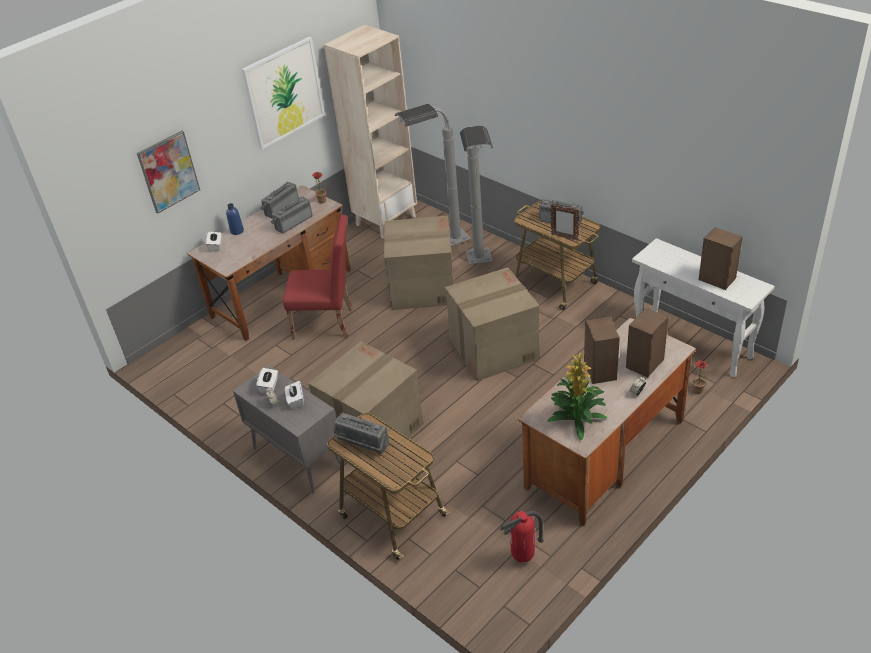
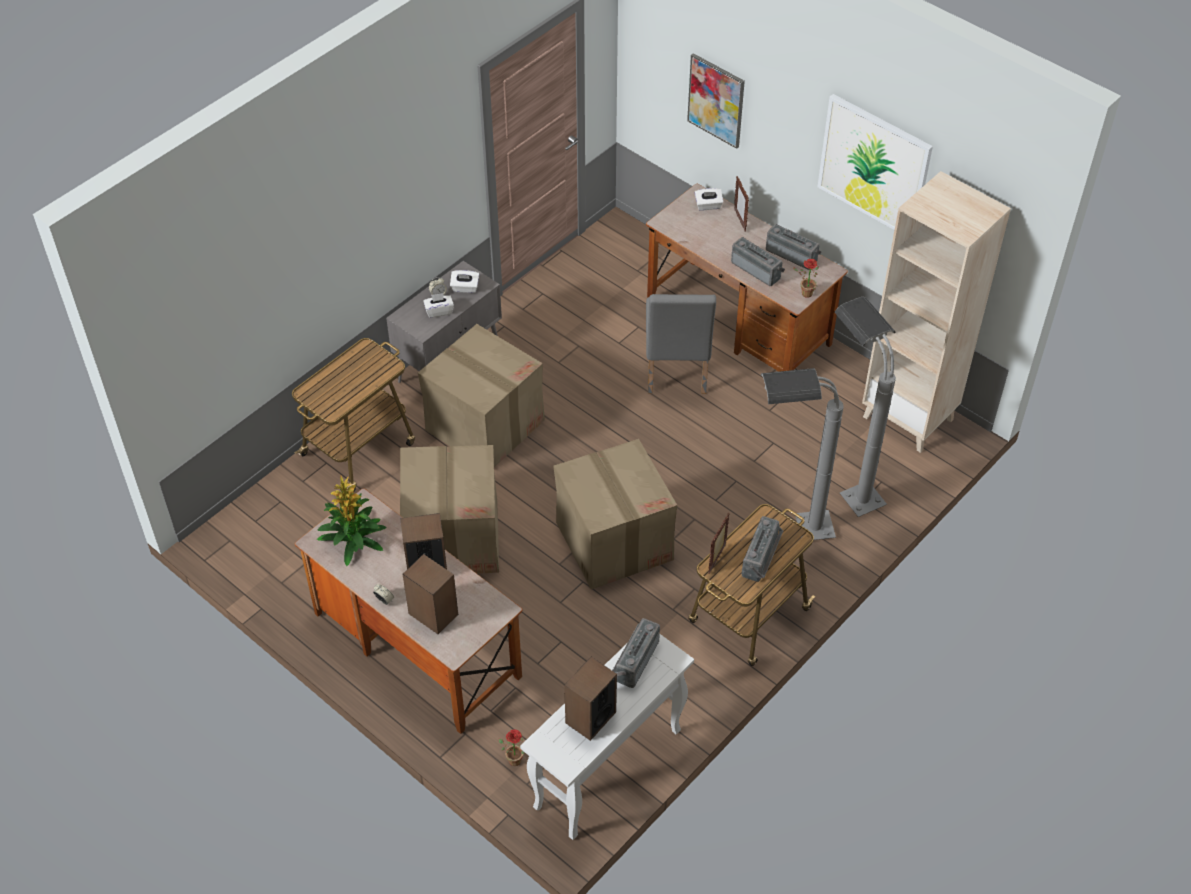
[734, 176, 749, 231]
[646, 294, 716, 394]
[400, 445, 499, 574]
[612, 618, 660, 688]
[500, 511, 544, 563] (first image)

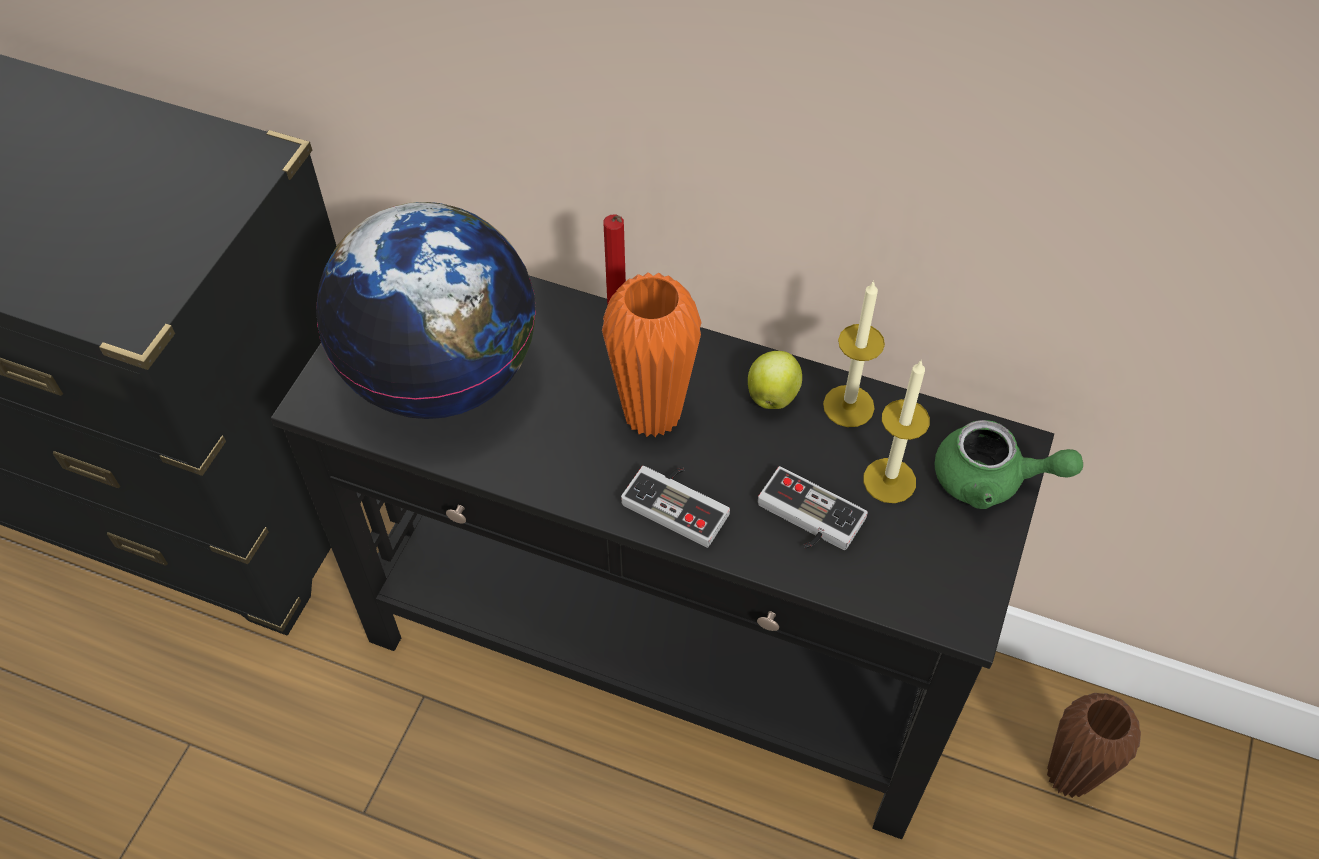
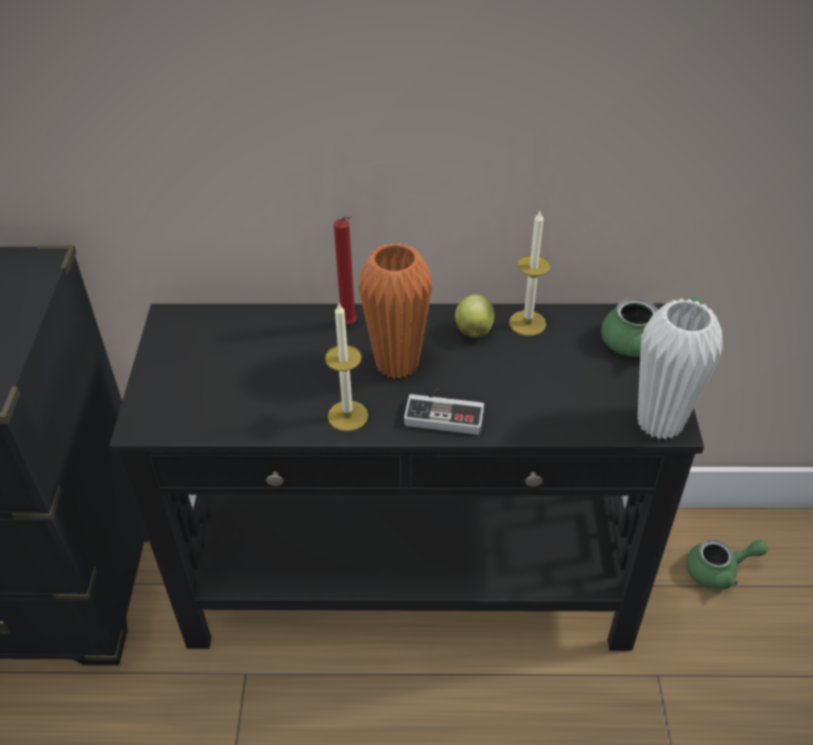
[316, 202, 536, 419] (first image)
[325, 303, 368, 431]
[758, 466, 868, 550] (first image)
[686, 539, 768, 589]
[638, 299, 723, 440]

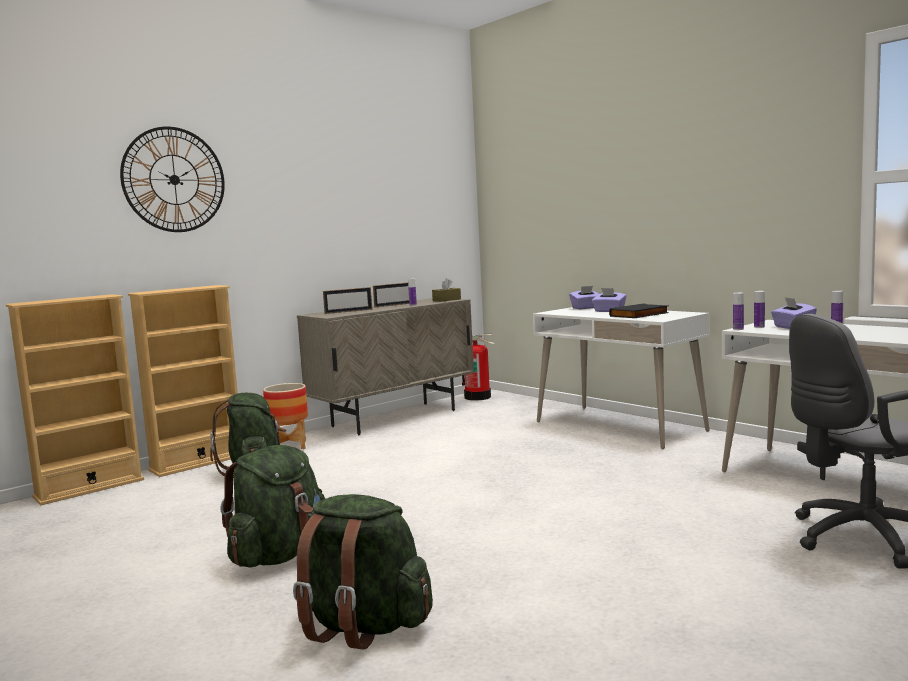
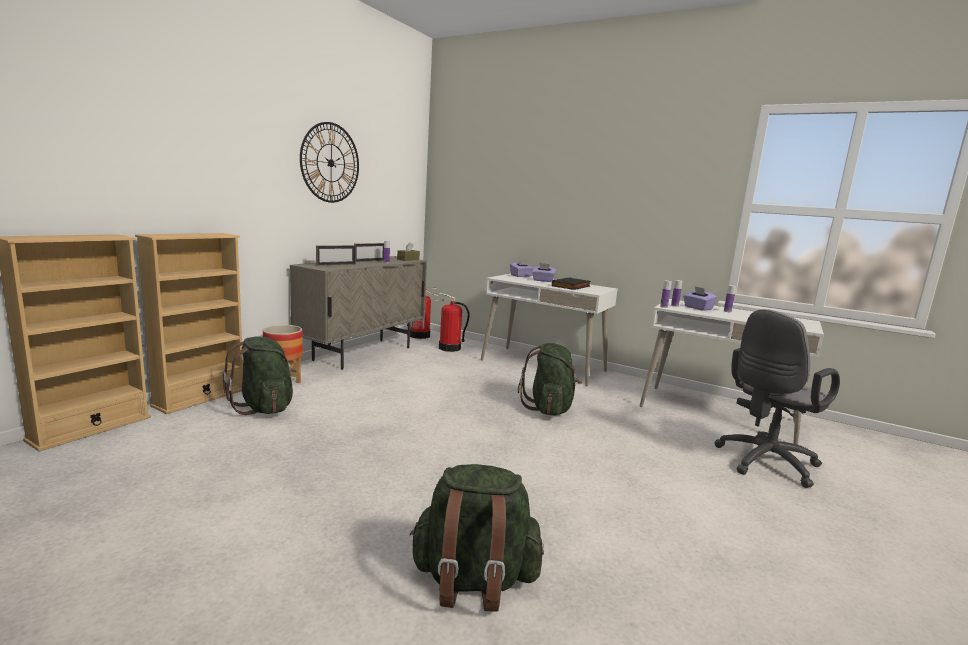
[300, 122, 359, 203]
[518, 343, 582, 415]
[434, 293, 470, 352]

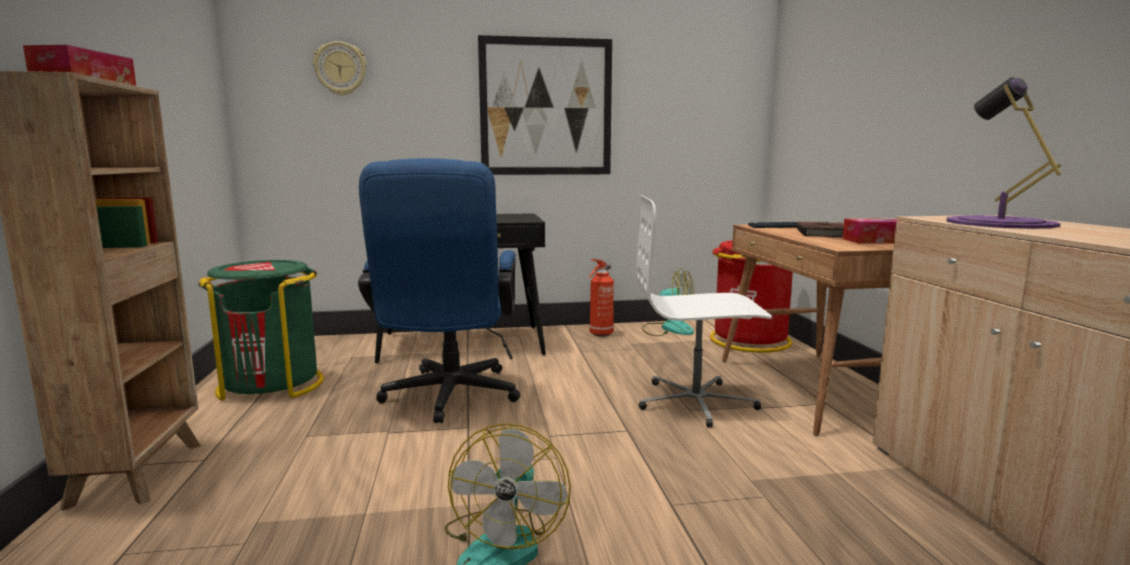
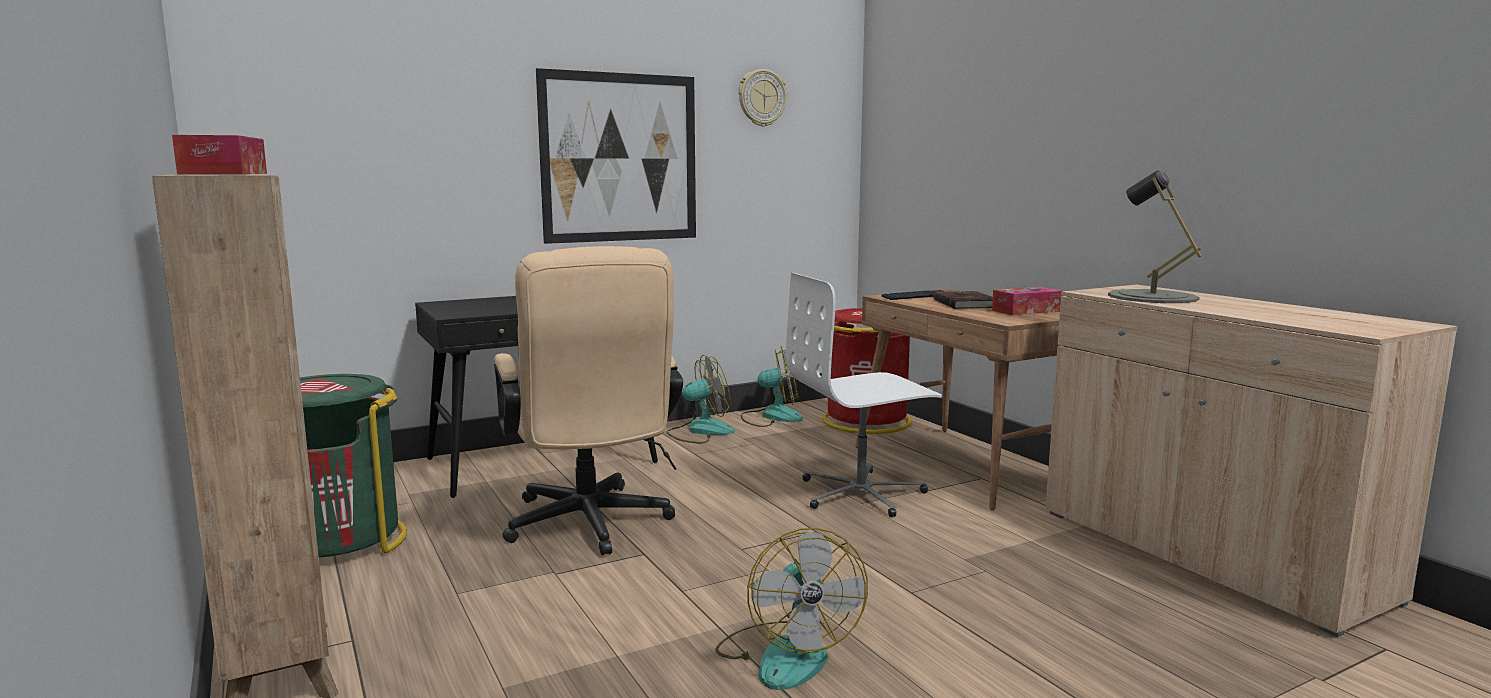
[738, 69, 787, 127]
[1108, 170, 1201, 303]
[494, 246, 683, 555]
[667, 355, 735, 443]

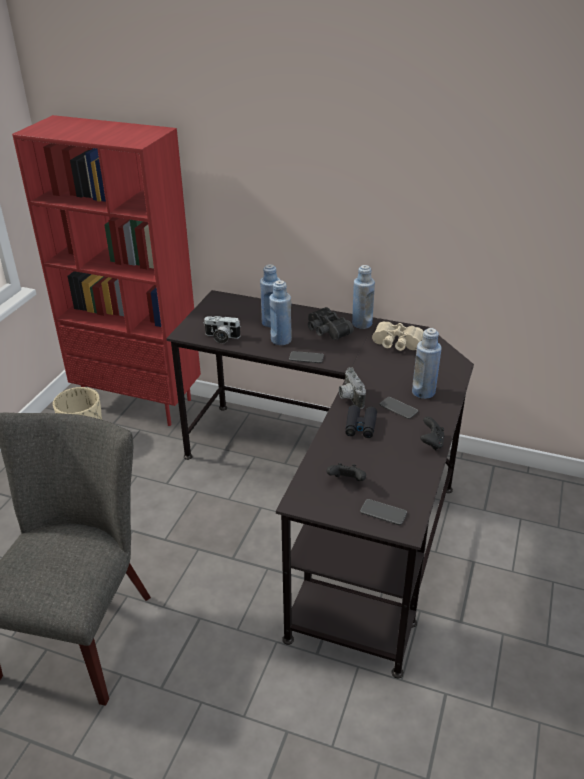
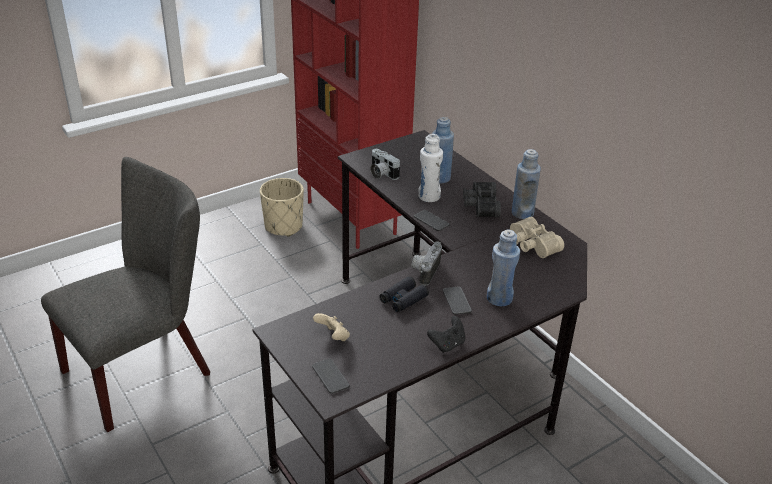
[418, 134, 443, 202]
[313, 313, 350, 341]

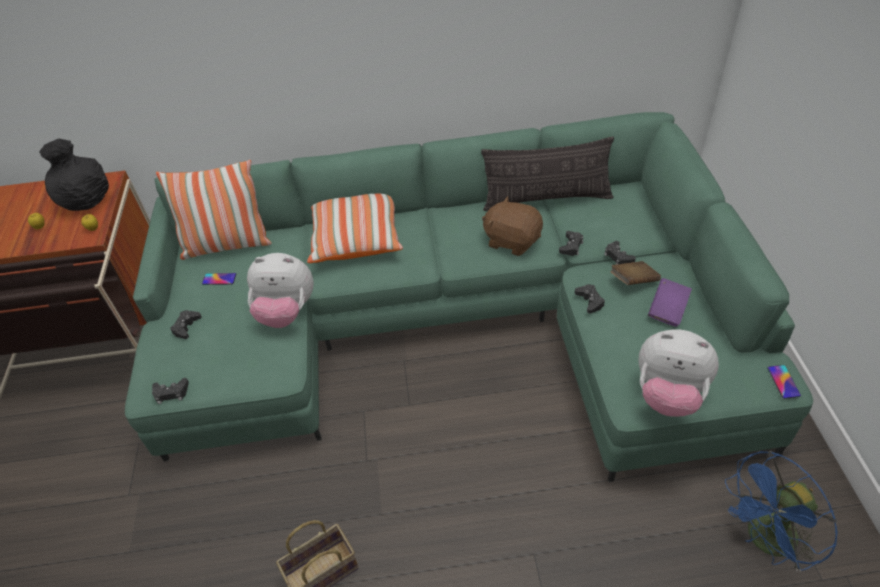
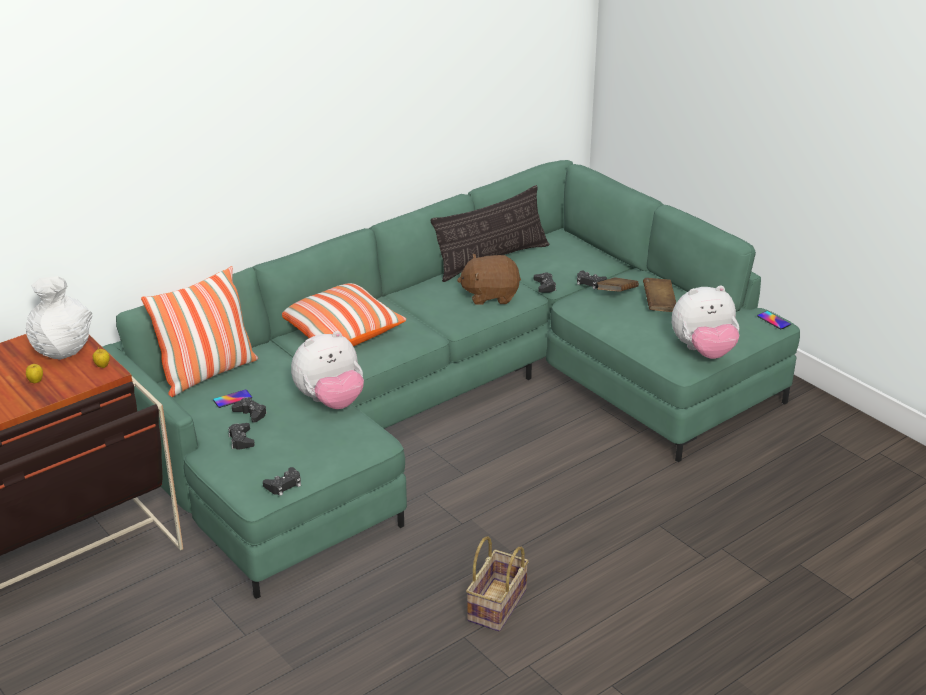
[26, 276, 92, 360]
[643, 278, 676, 312]
[232, 397, 267, 423]
[725, 451, 837, 572] (first image)

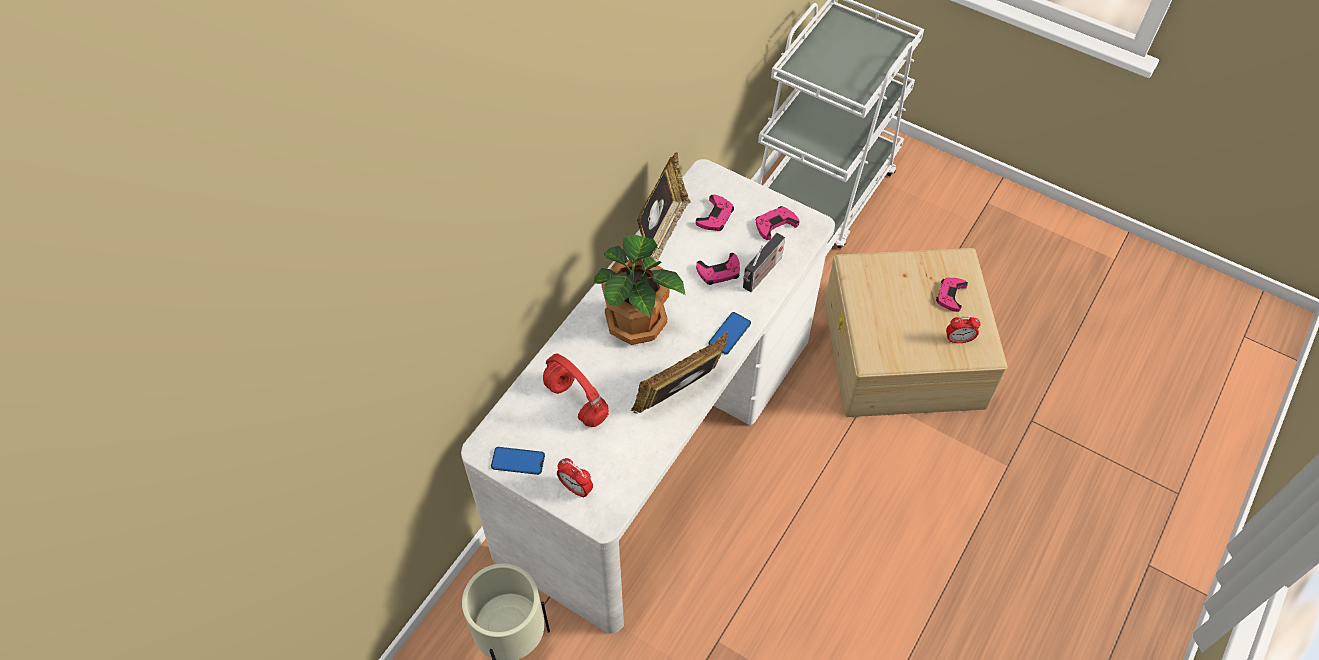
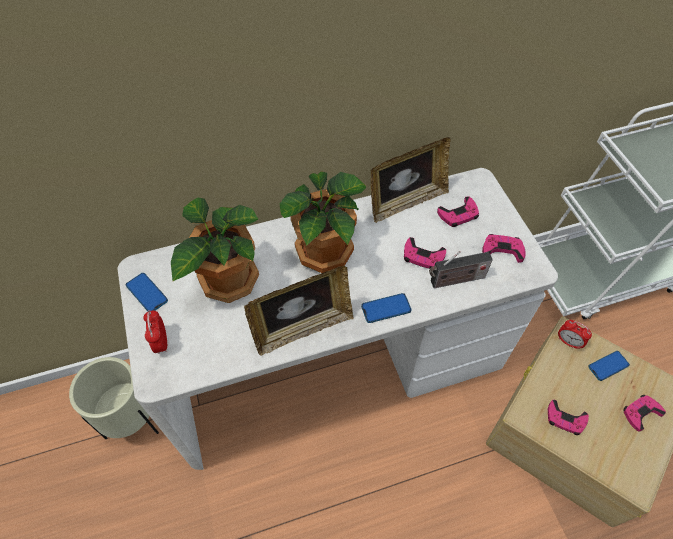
[558, 320, 592, 349]
[244, 266, 354, 356]
[171, 198, 259, 303]
[588, 351, 630, 381]
[548, 400, 589, 435]

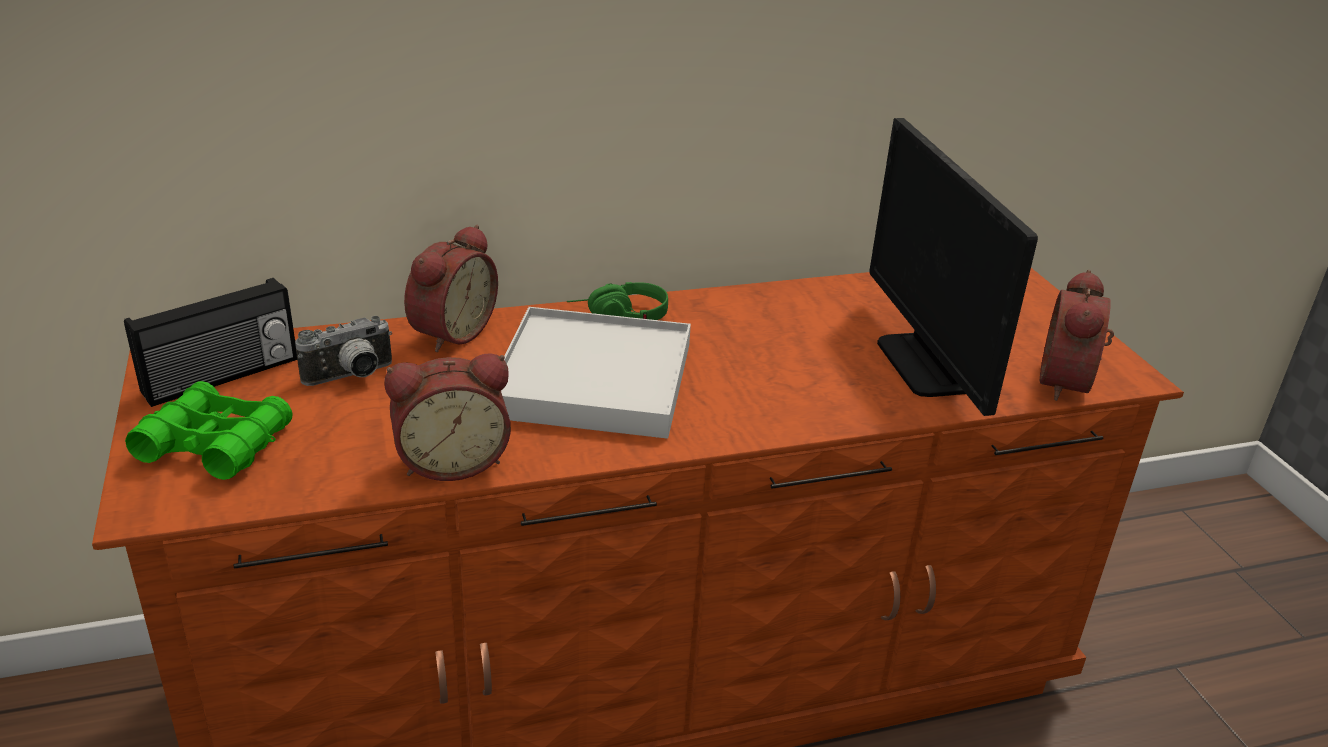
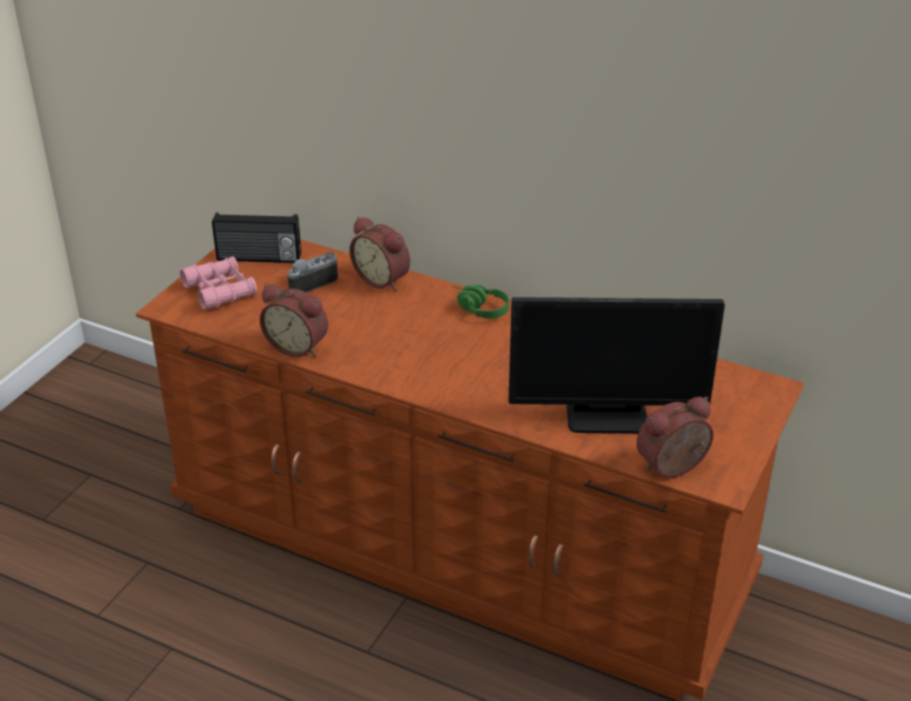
[509, 297, 725, 433]
[349, 217, 410, 291]
[501, 307, 691, 439] (first image)
[286, 252, 338, 293]
[180, 256, 257, 309]

